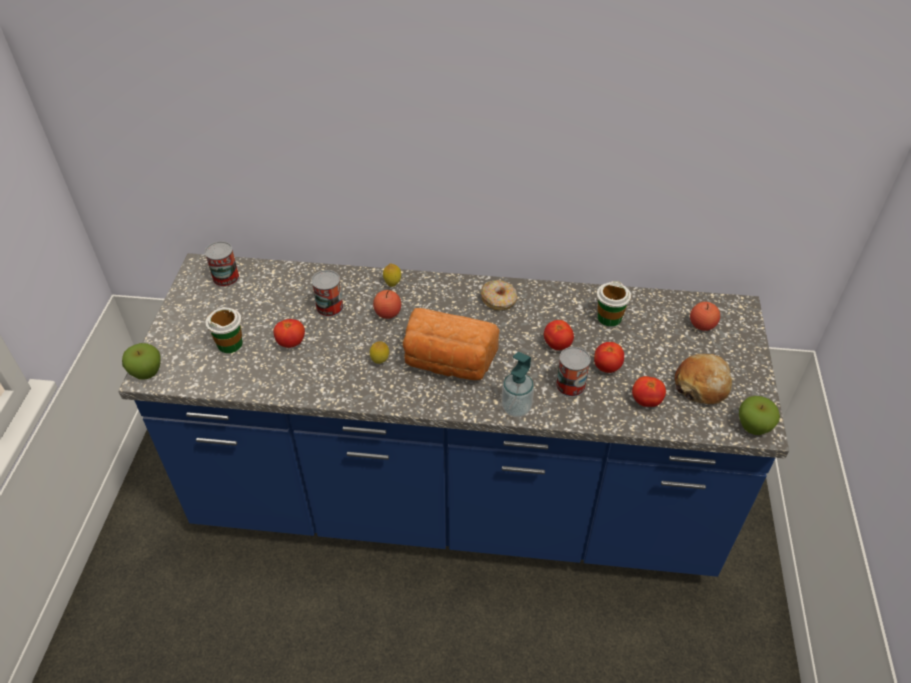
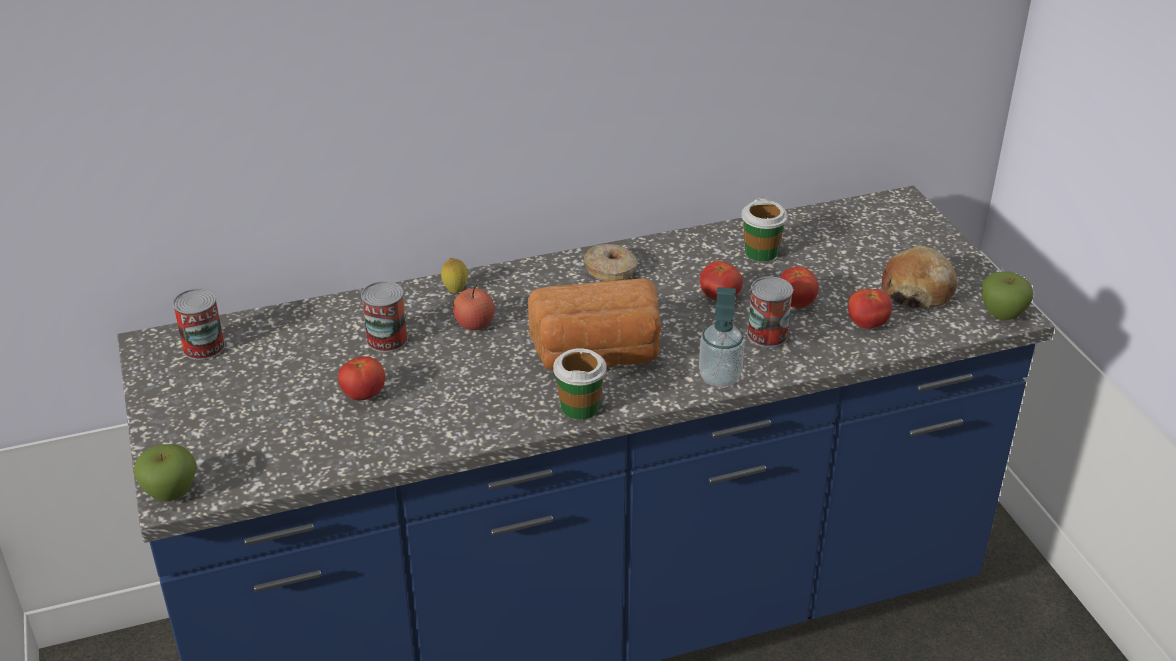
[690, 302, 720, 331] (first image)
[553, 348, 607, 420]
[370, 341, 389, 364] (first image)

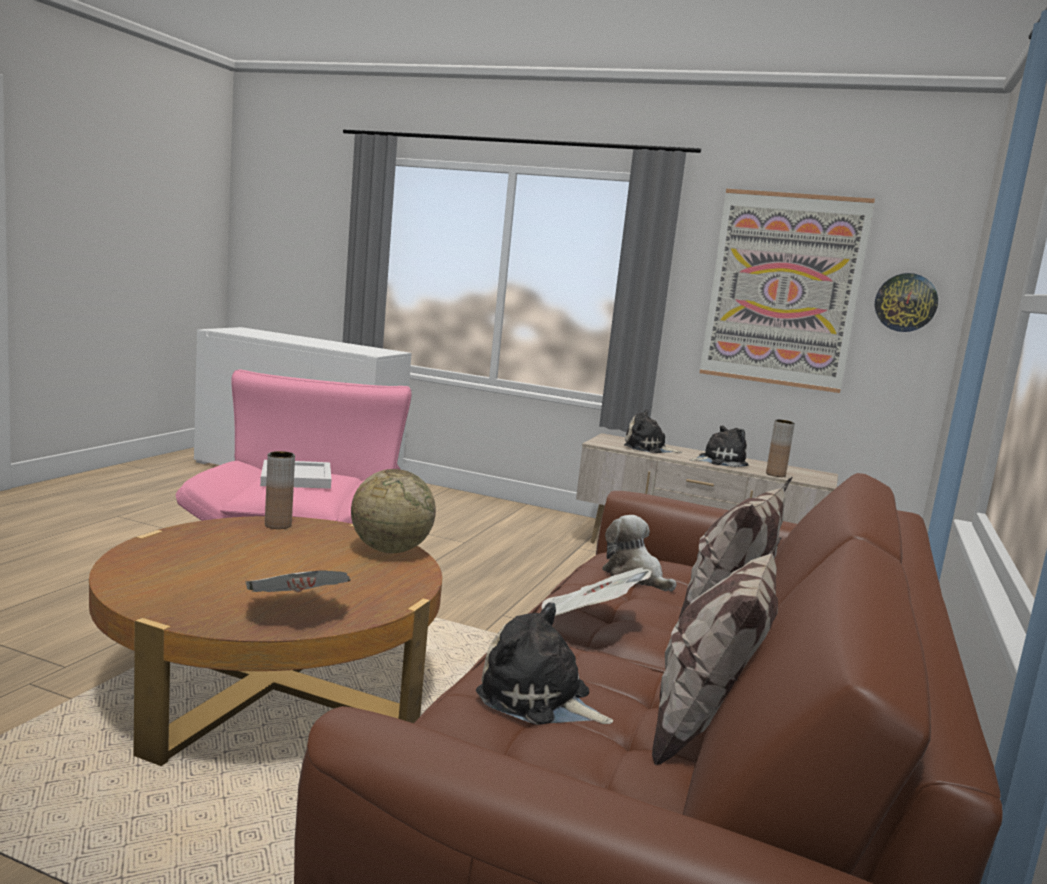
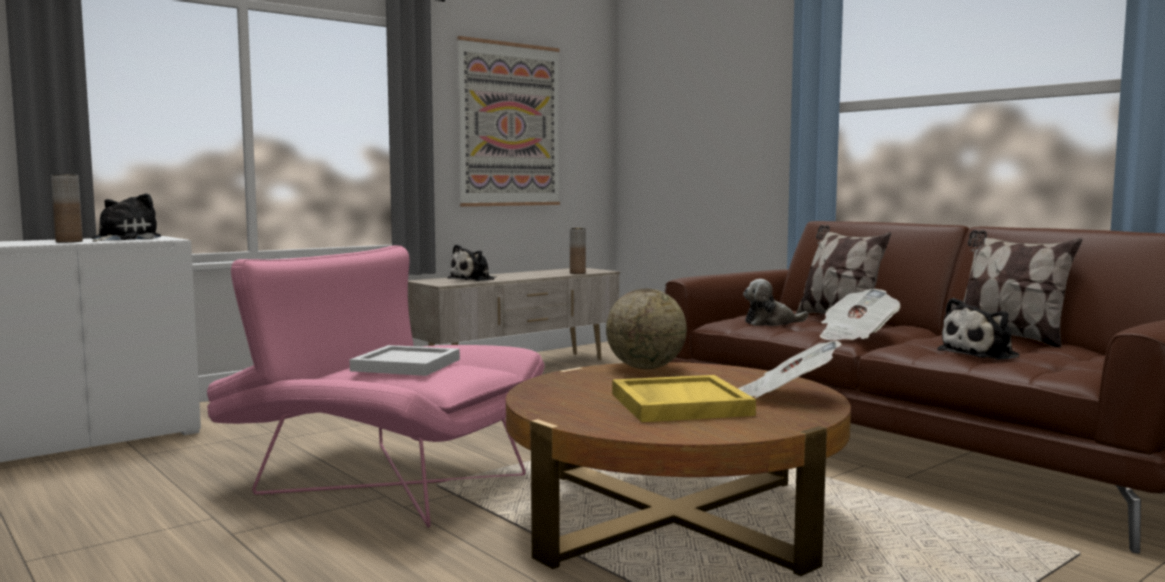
[875, 273, 938, 332] (first image)
[91, 194, 161, 242]
[51, 175, 83, 242]
[612, 375, 756, 422]

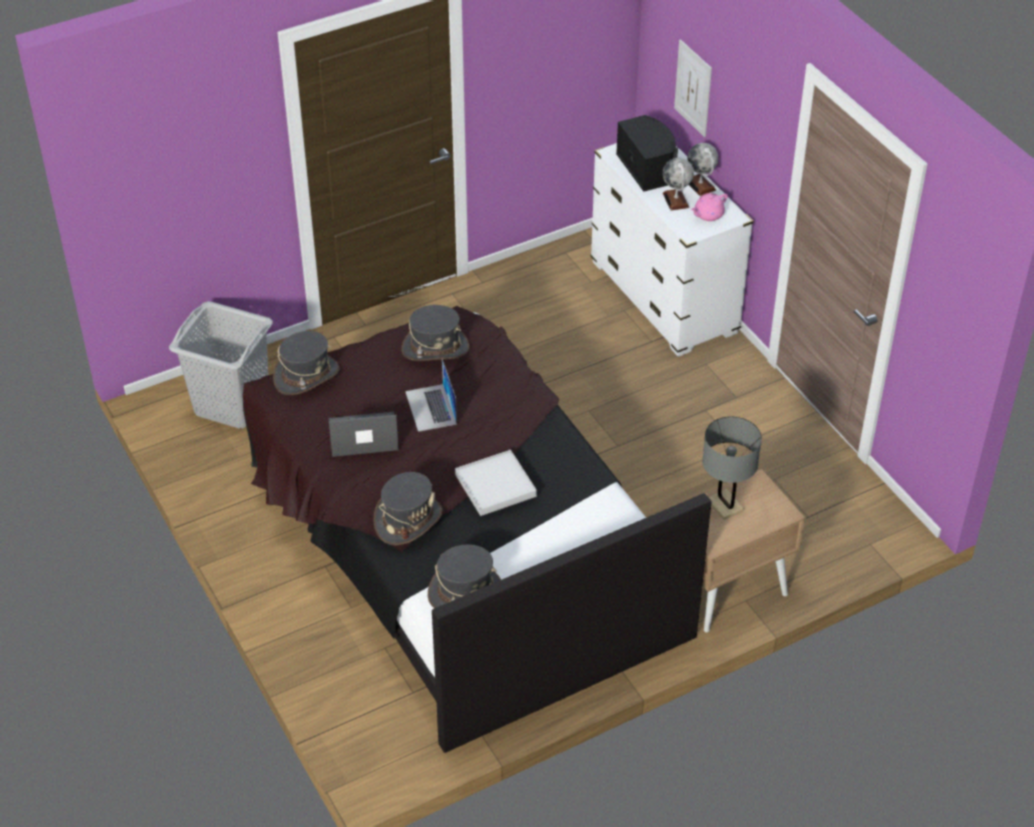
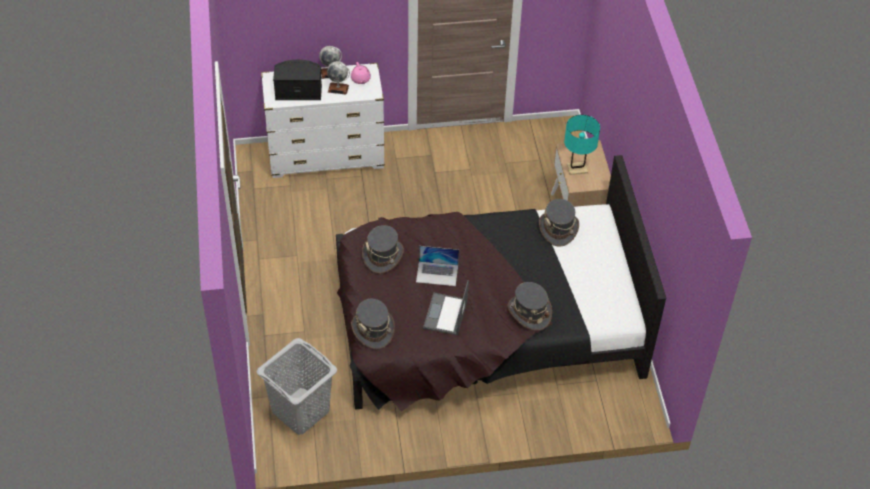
[674, 39, 712, 137] (first image)
[564, 115, 600, 175]
[455, 450, 537, 516] (first image)
[539, 199, 579, 247]

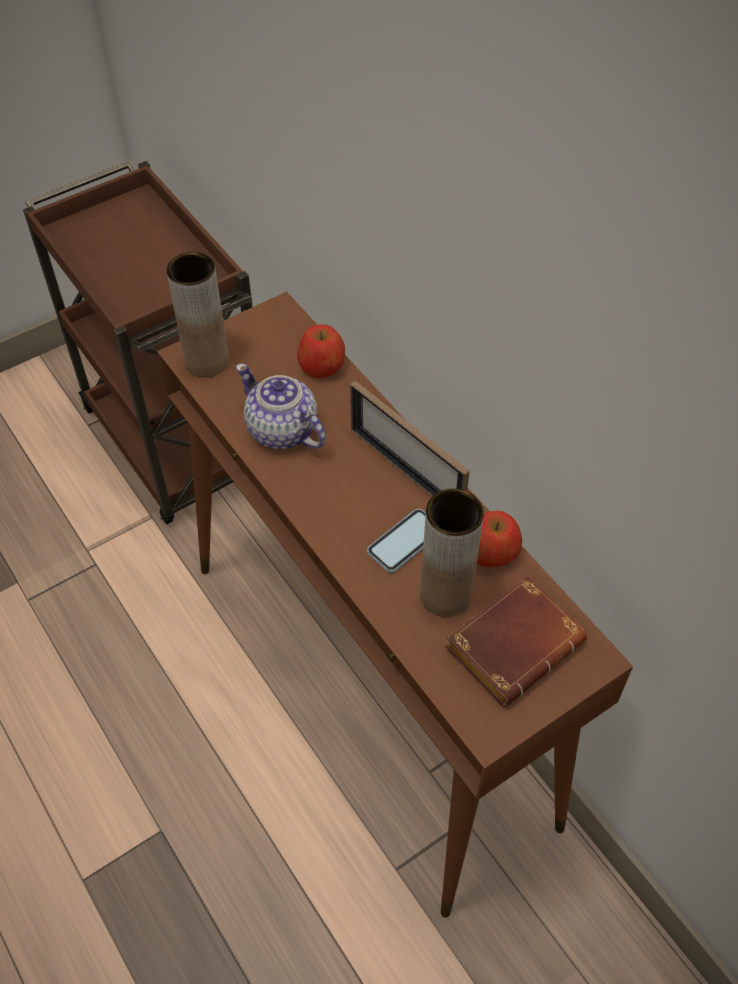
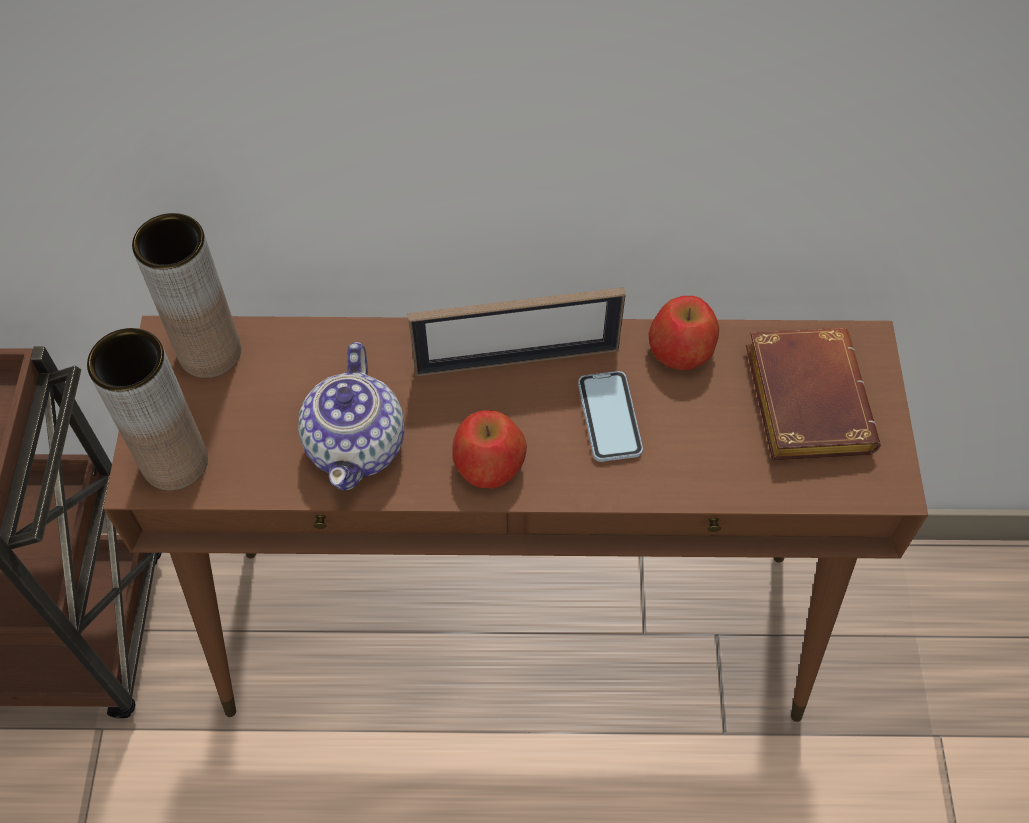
[452, 410, 527, 489]
[298, 342, 404, 491]
[132, 213, 241, 378]

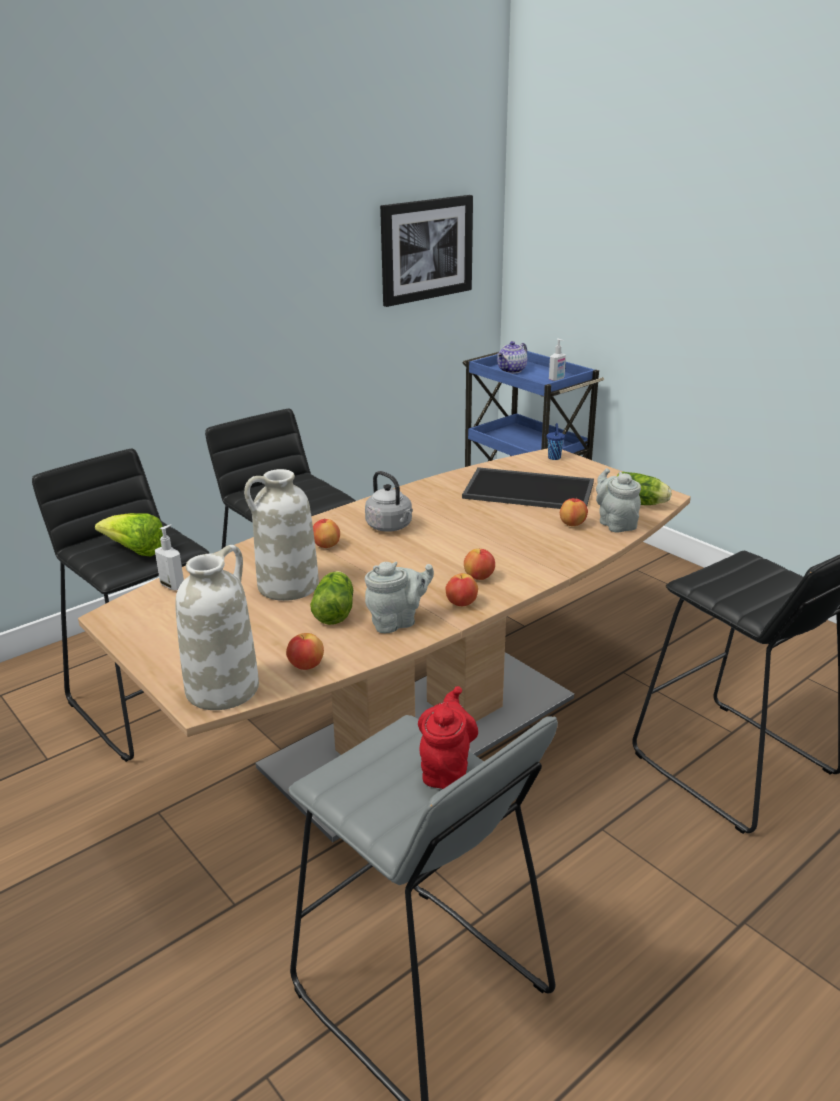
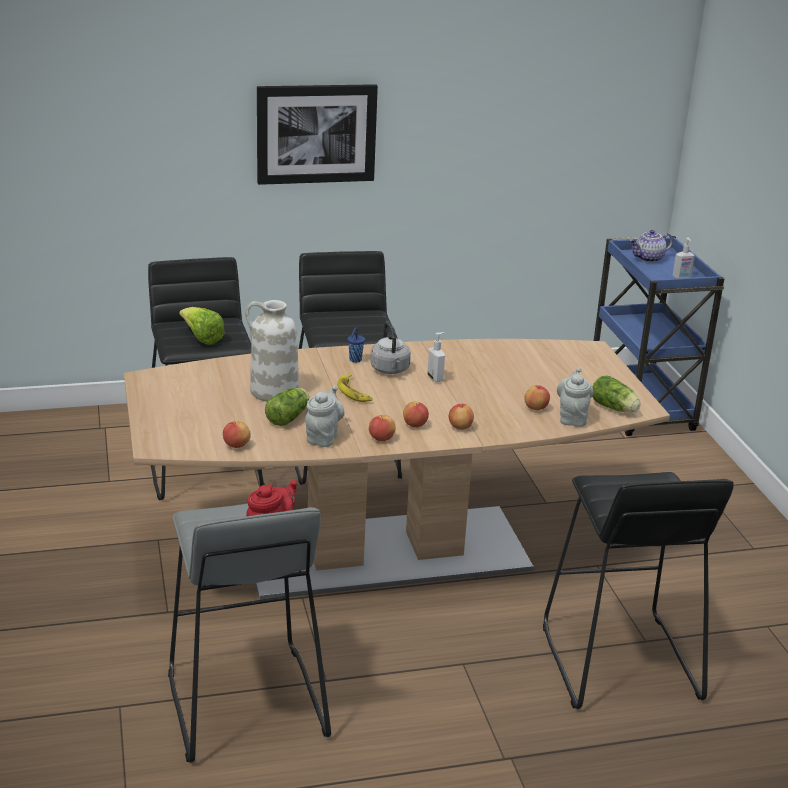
[257, 84, 378, 185]
[347, 328, 365, 363]
[462, 467, 594, 509] (first image)
[449, 403, 474, 430]
[427, 332, 445, 382]
[175, 545, 259, 710] (first image)
[305, 385, 344, 447]
[337, 374, 373, 402]

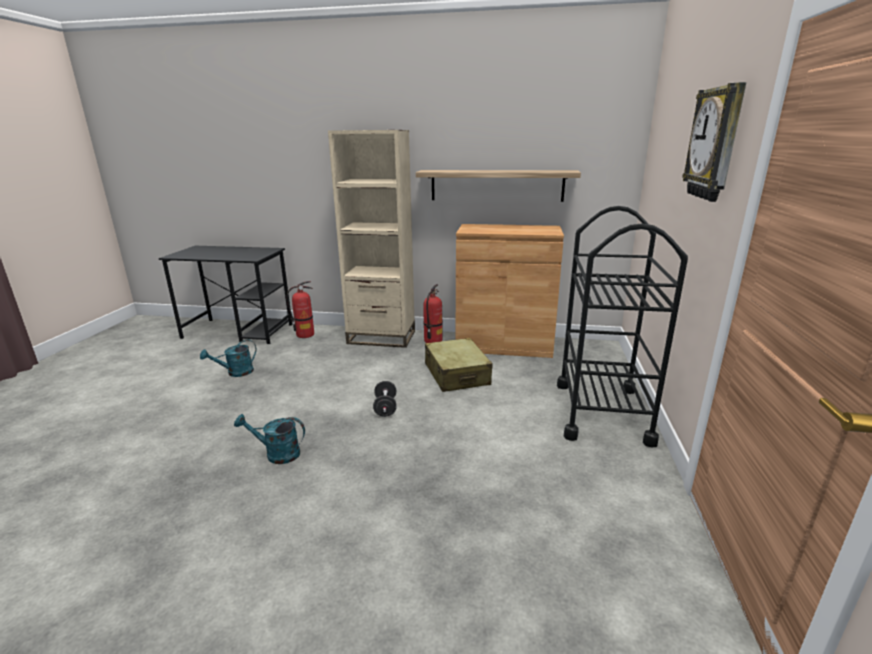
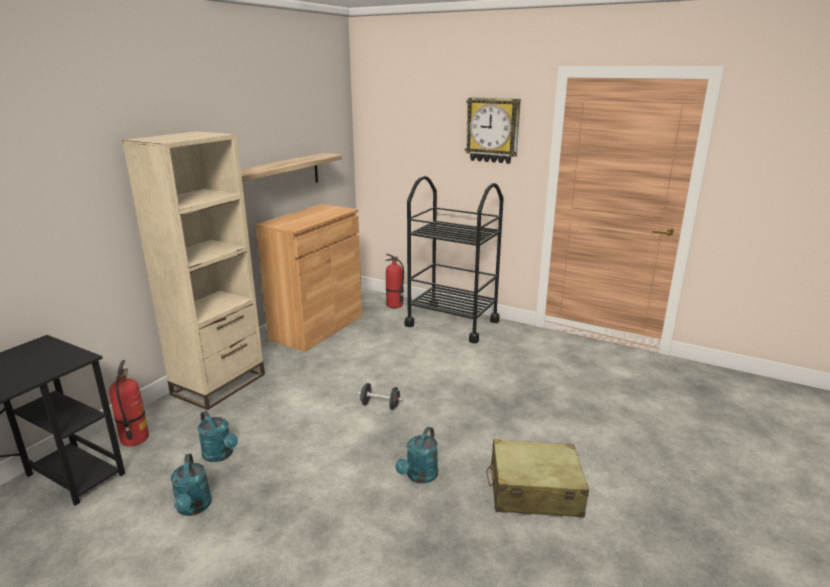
[385, 254, 404, 308]
[486, 439, 589, 518]
[198, 411, 238, 462]

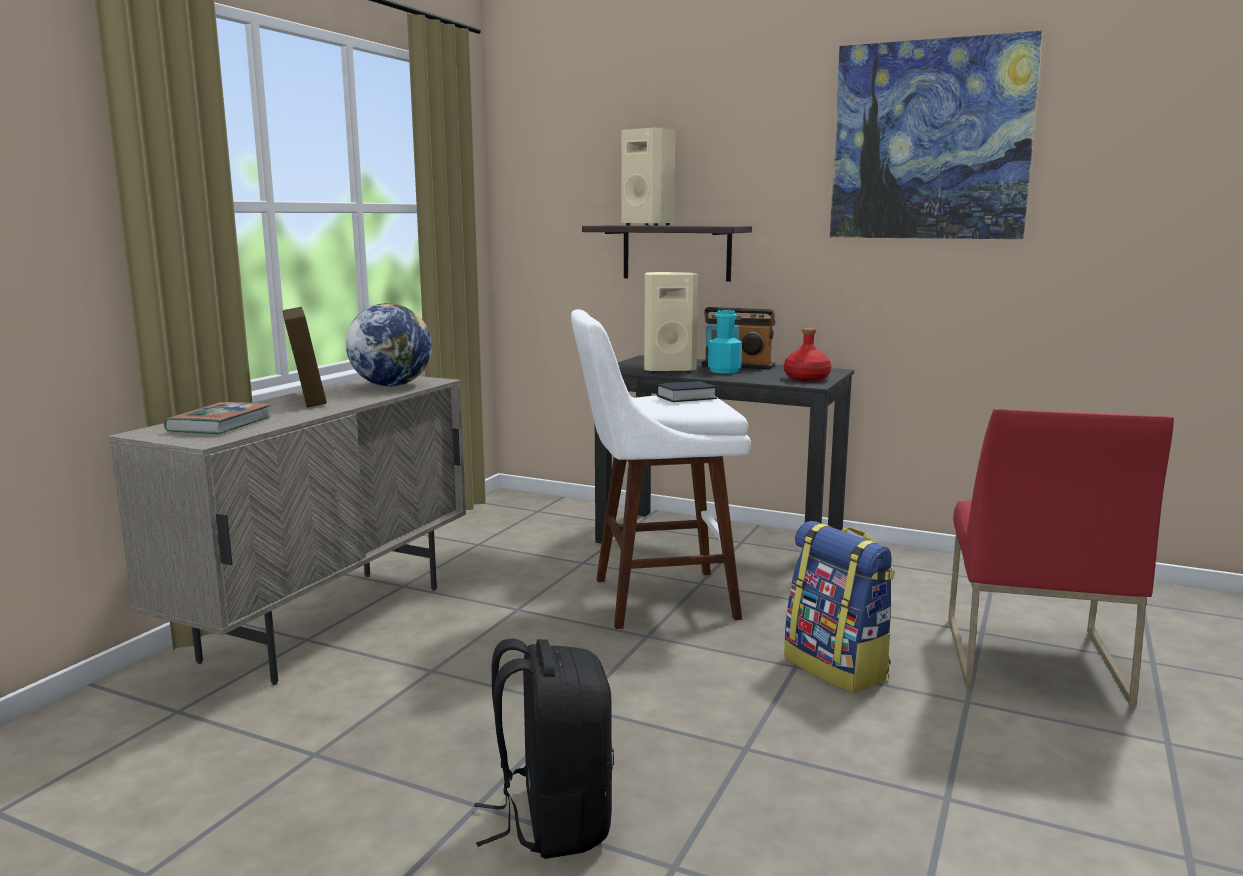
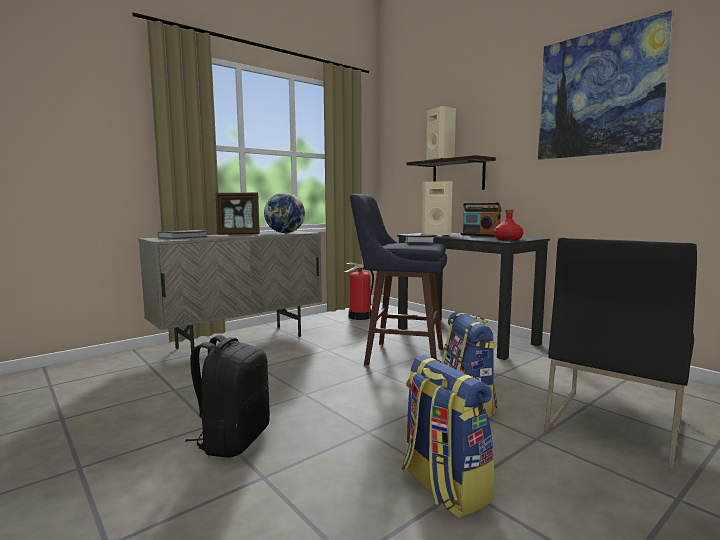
[216, 192, 260, 235]
[350, 194, 447, 366]
[708, 310, 742, 373] (first image)
[544, 238, 697, 469]
[345, 263, 374, 320]
[402, 355, 494, 518]

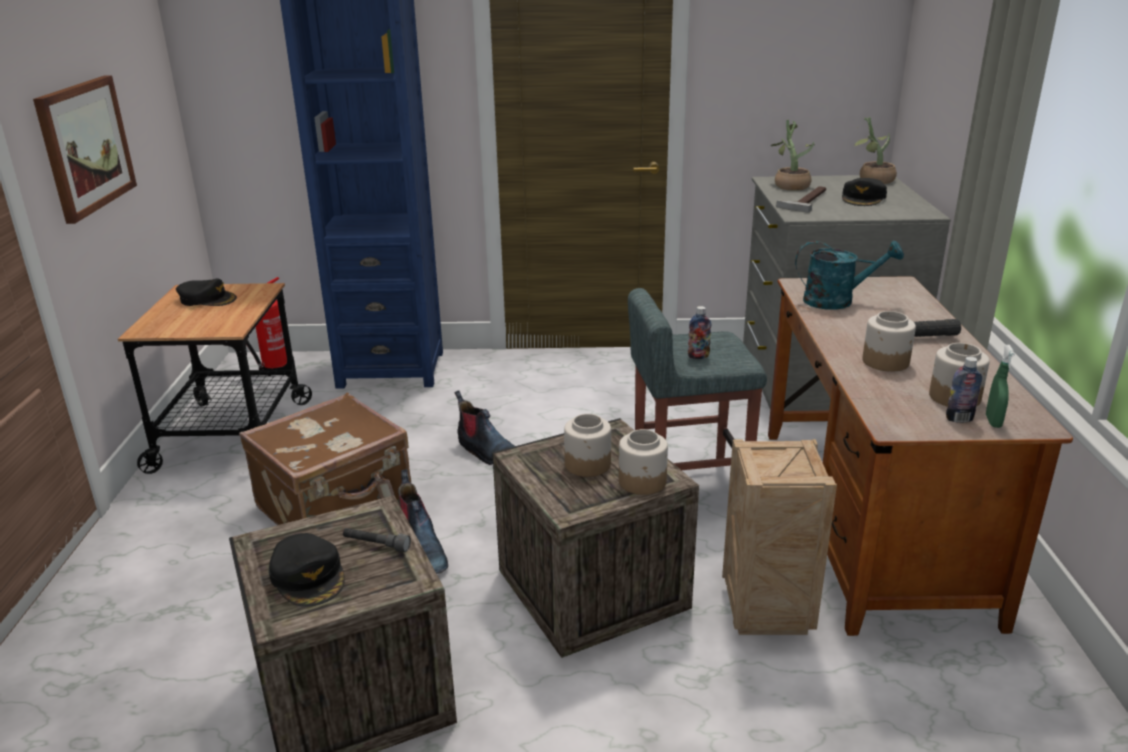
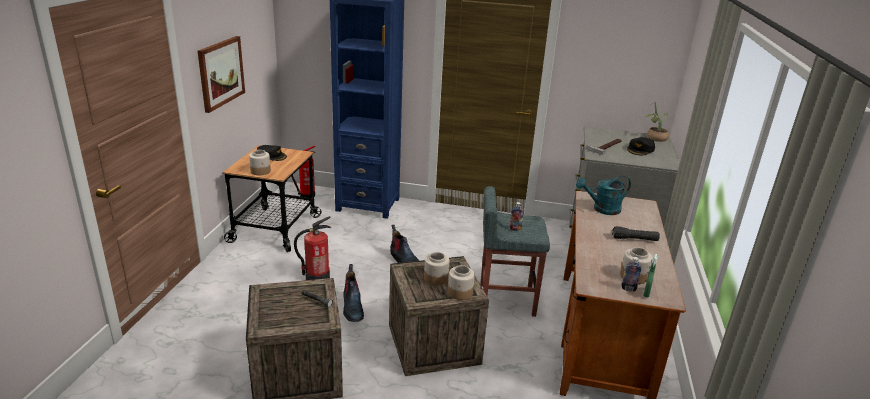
[771, 120, 815, 191] (first image)
[576, 176, 631, 215]
[249, 150, 271, 175]
[294, 216, 331, 280]
[722, 439, 837, 635] (first image)
[269, 533, 345, 607] (first image)

